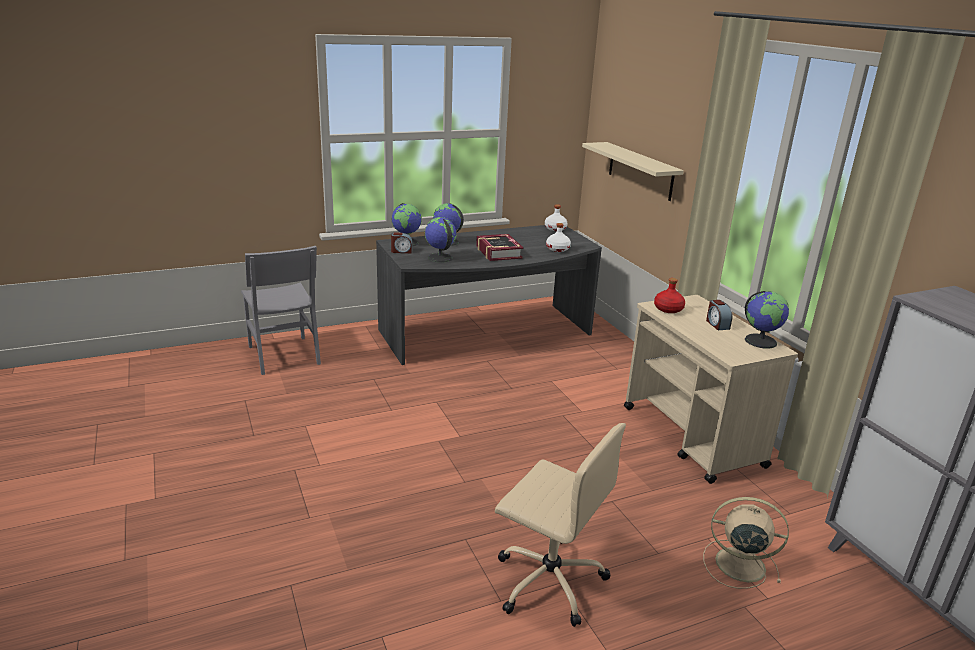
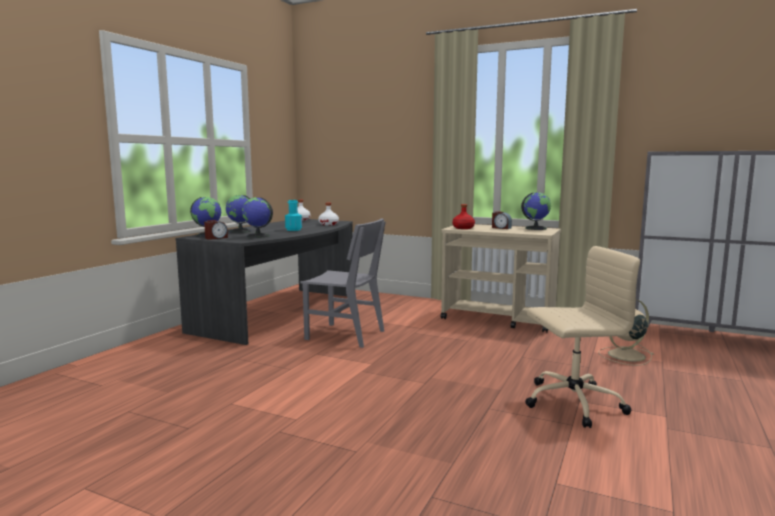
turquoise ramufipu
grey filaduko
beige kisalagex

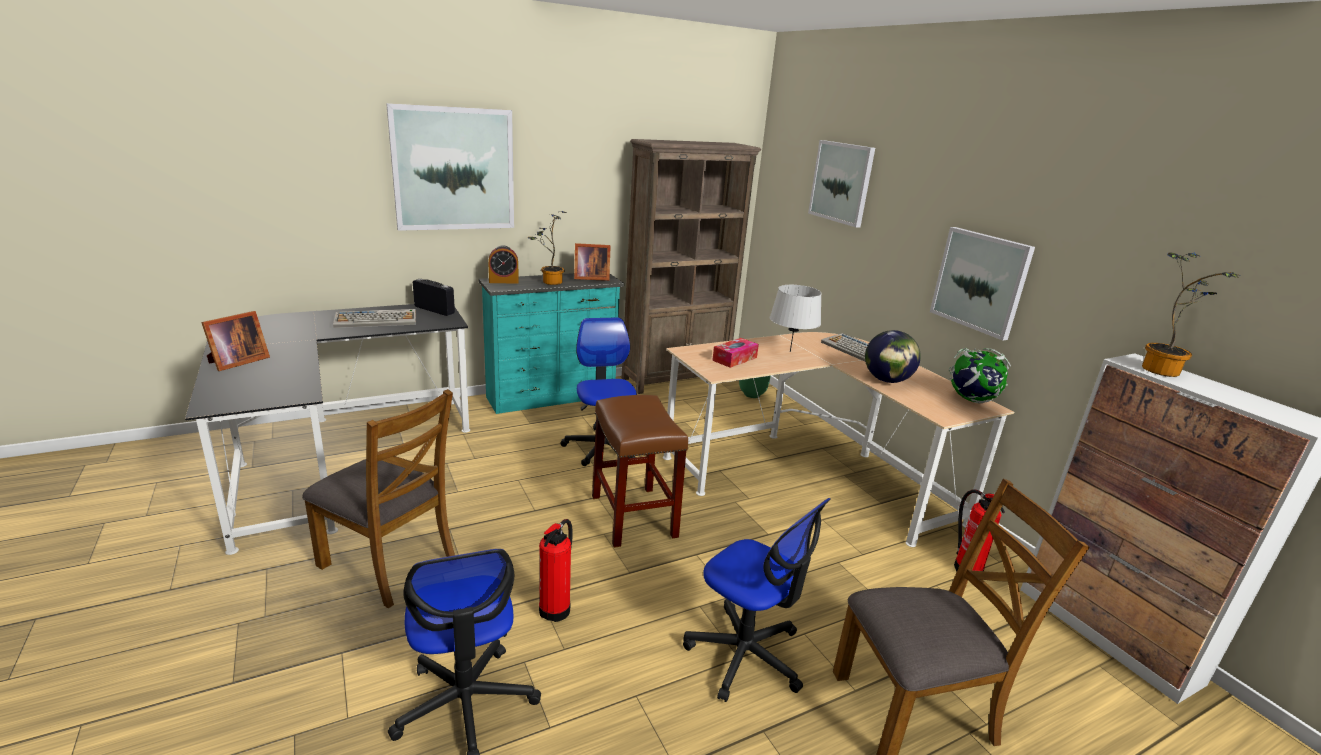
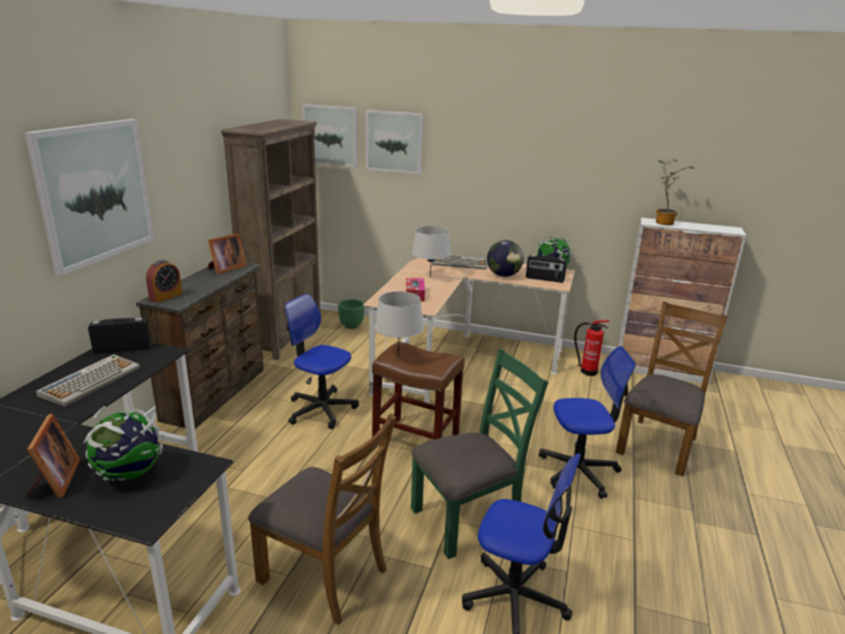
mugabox (no. 1 from left)
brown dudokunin
brown filaduko (no. 1 from left)
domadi (no. 2 from left)
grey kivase (no. 1 from left)
green filaduko
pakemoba (no. 2 from left)
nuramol (no. 1 from left in the first image)

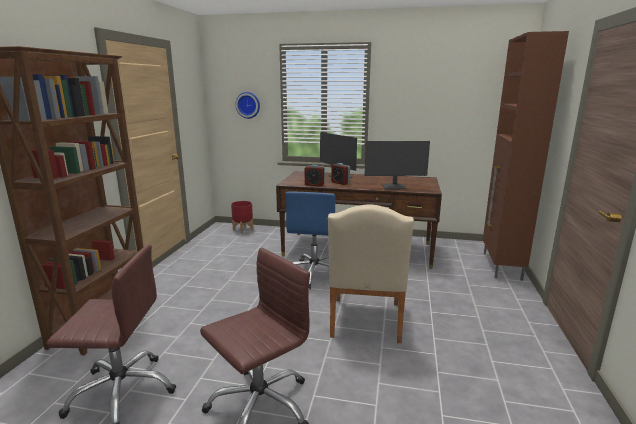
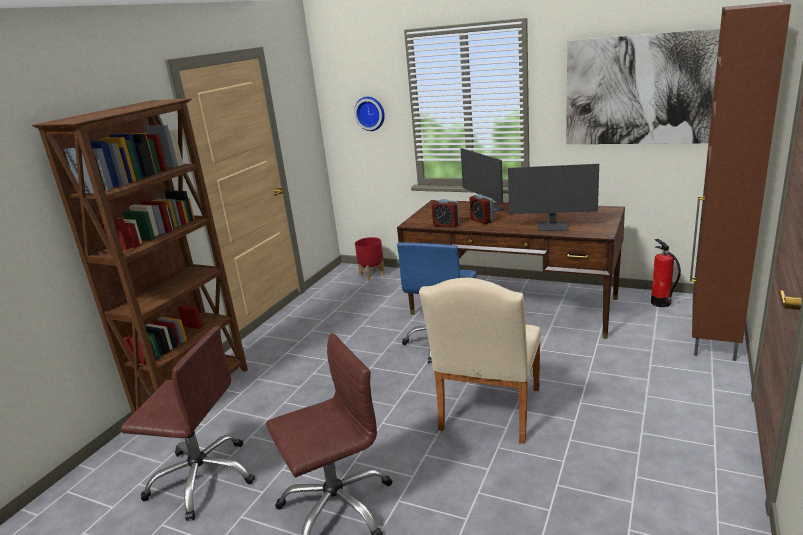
domadi
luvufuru

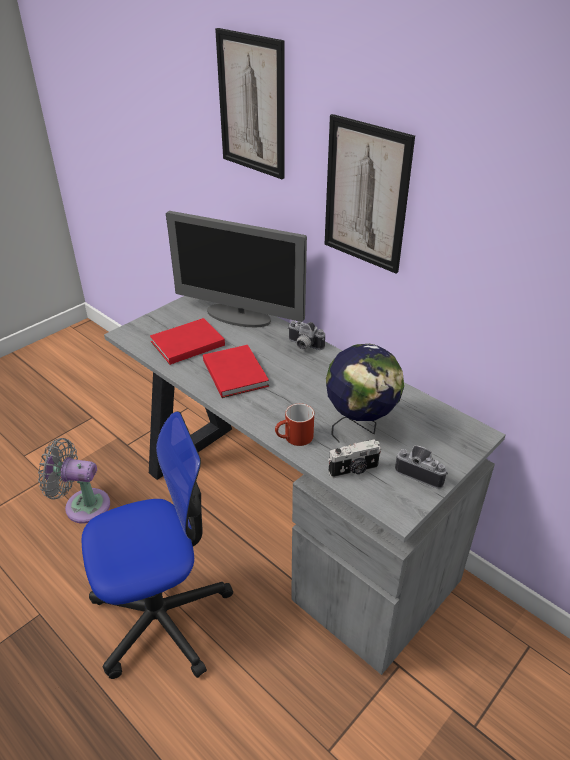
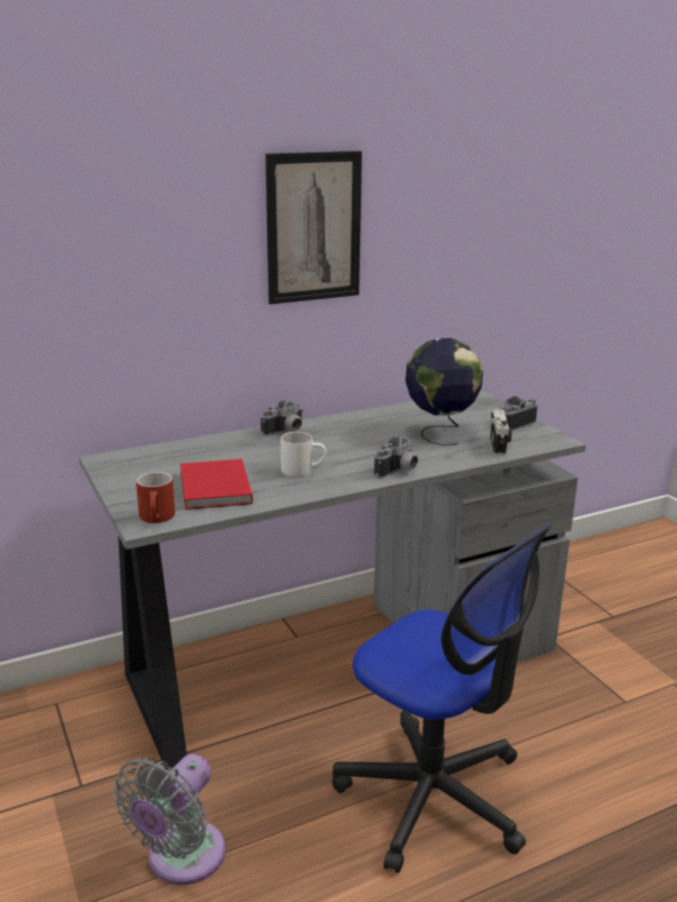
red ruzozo
white ruzozo
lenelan
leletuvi (no. 2 from left)
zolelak
domadi (no. 1 from left in the first image)

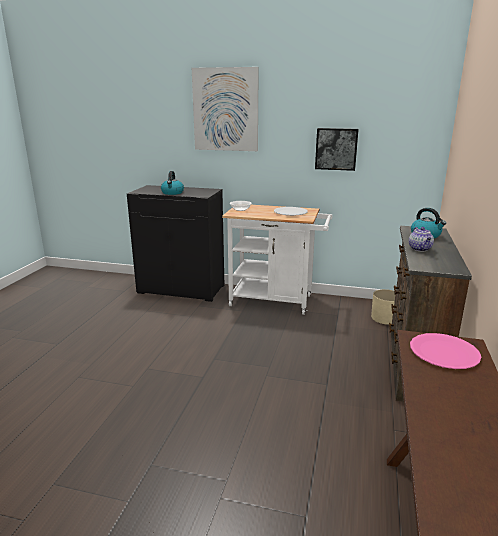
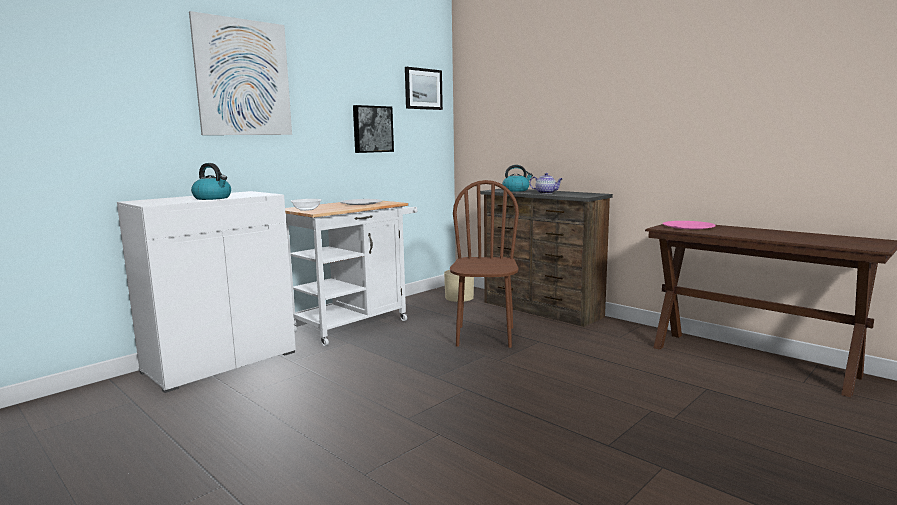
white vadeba
domadi (no. 3 from left)
brown filaduko

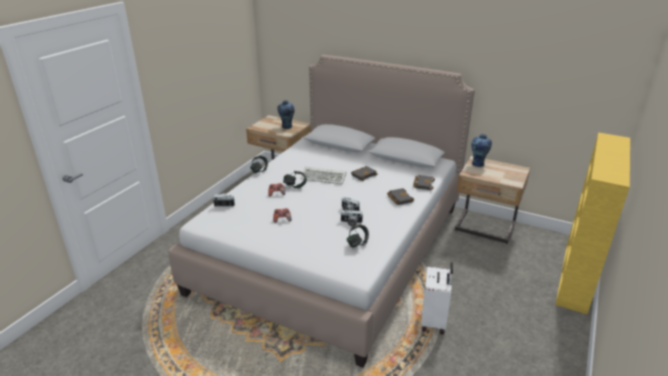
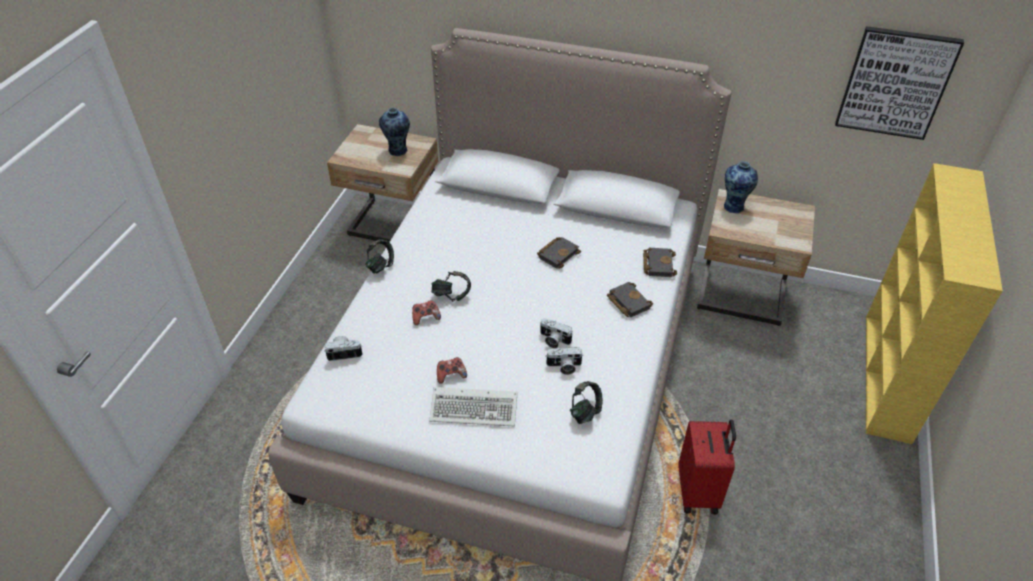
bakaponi
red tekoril
domadi

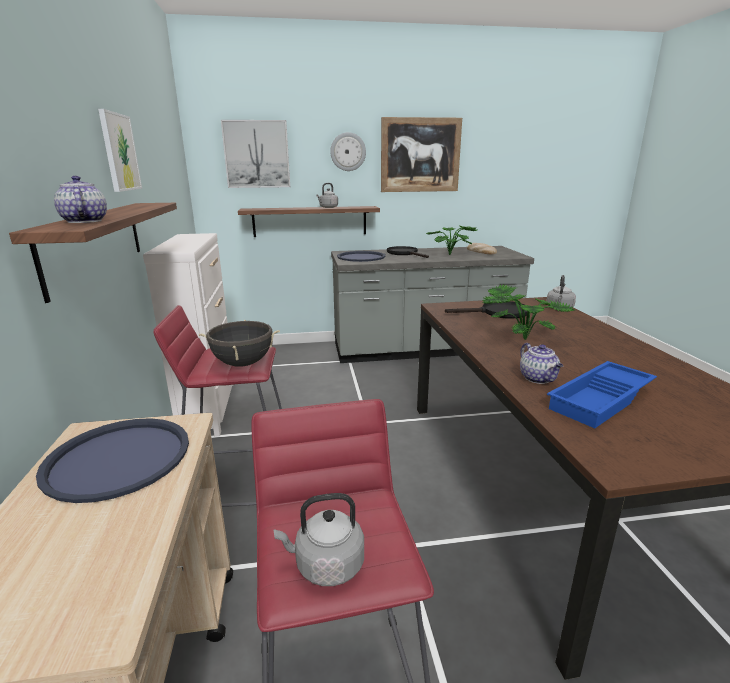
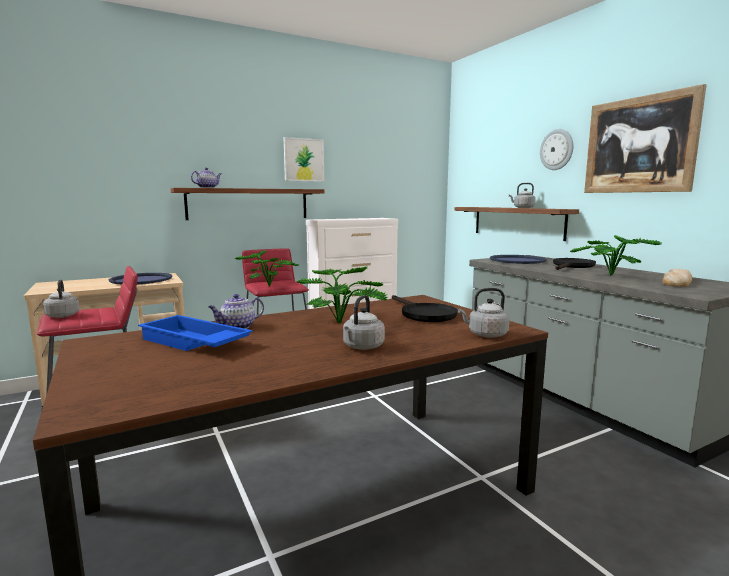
nuramol (no. 1 from left)
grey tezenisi (no. 2 from left)
domadi (no. 2 from left in the first image)

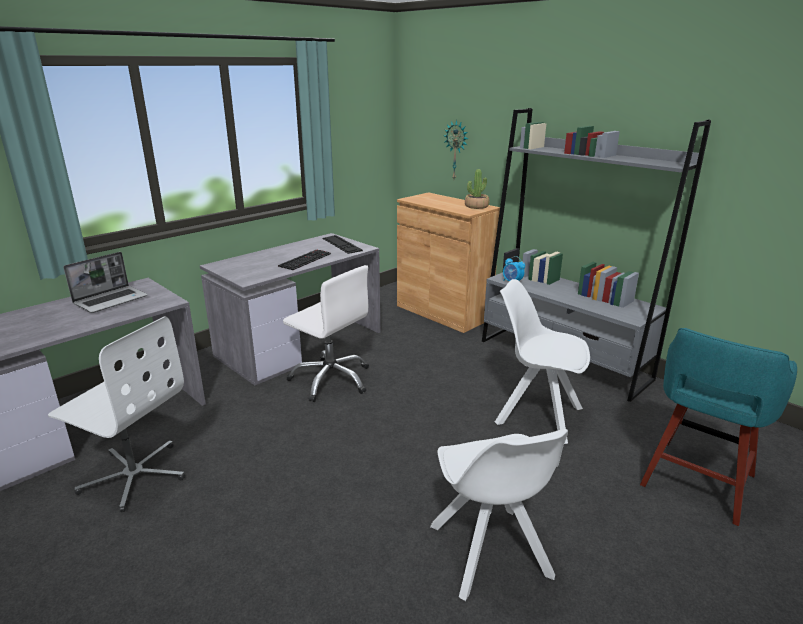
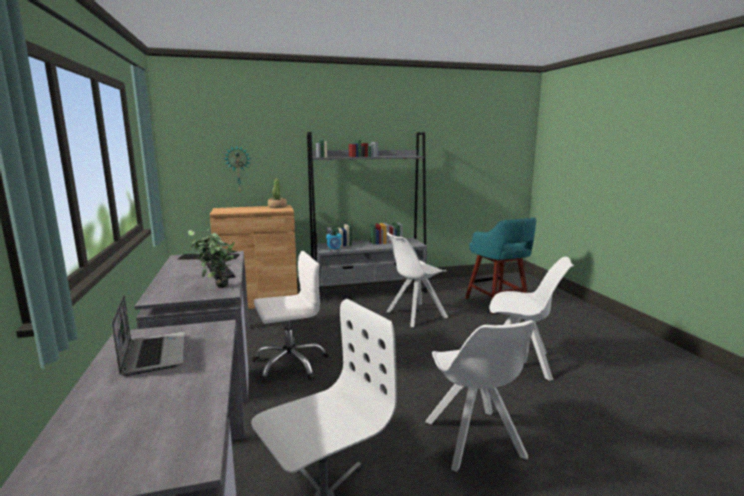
nuramol (no. 1 from left)
white filaduko (no. 2 from left)

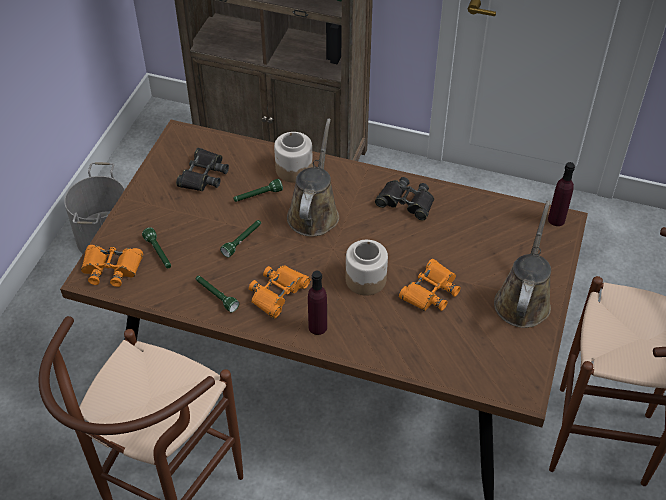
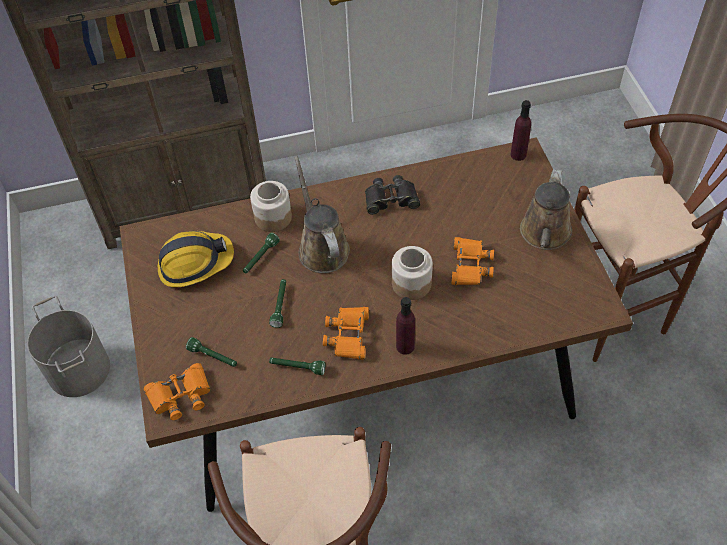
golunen
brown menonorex (no. 2 from left)

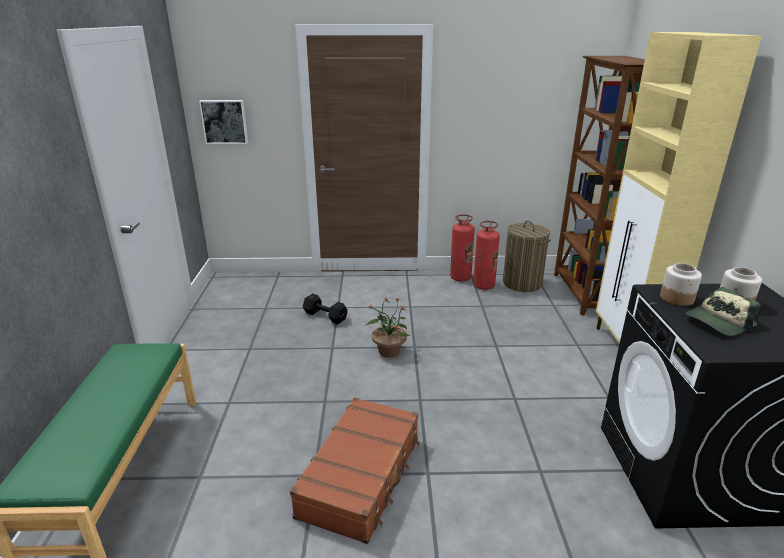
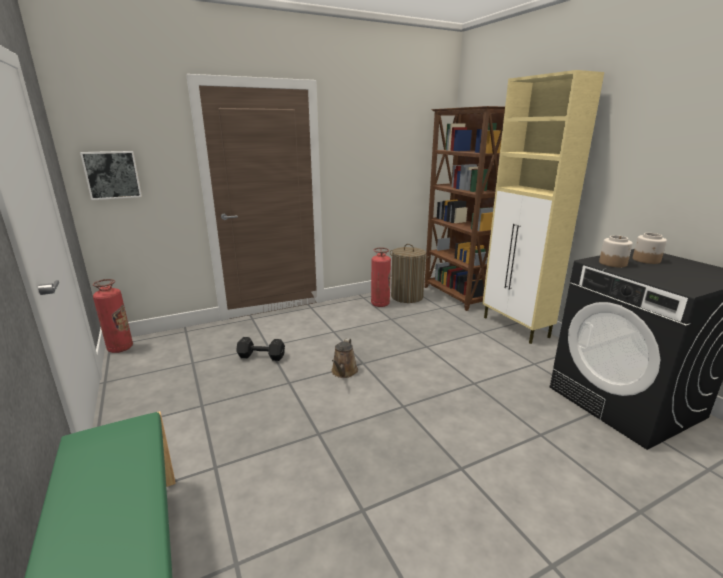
luvufuru (no. 1 from left)
brown menonorex
brown tekoril
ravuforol

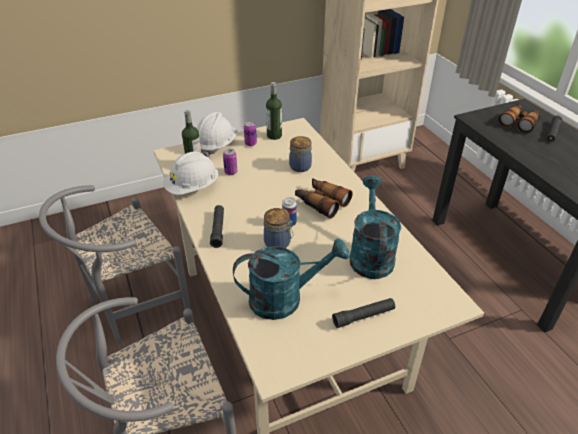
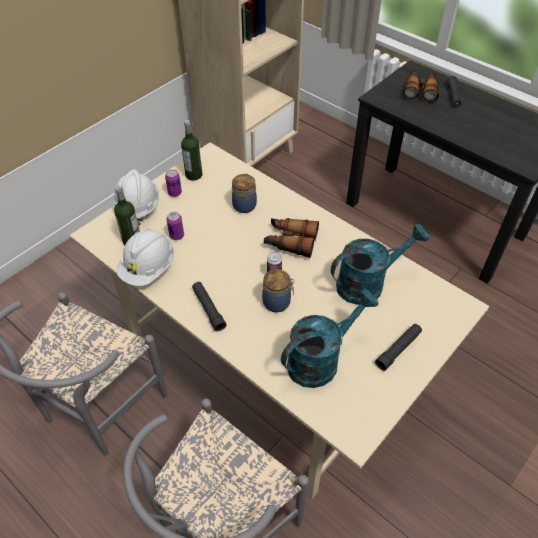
turquoise menonorex (no. 2 from left)

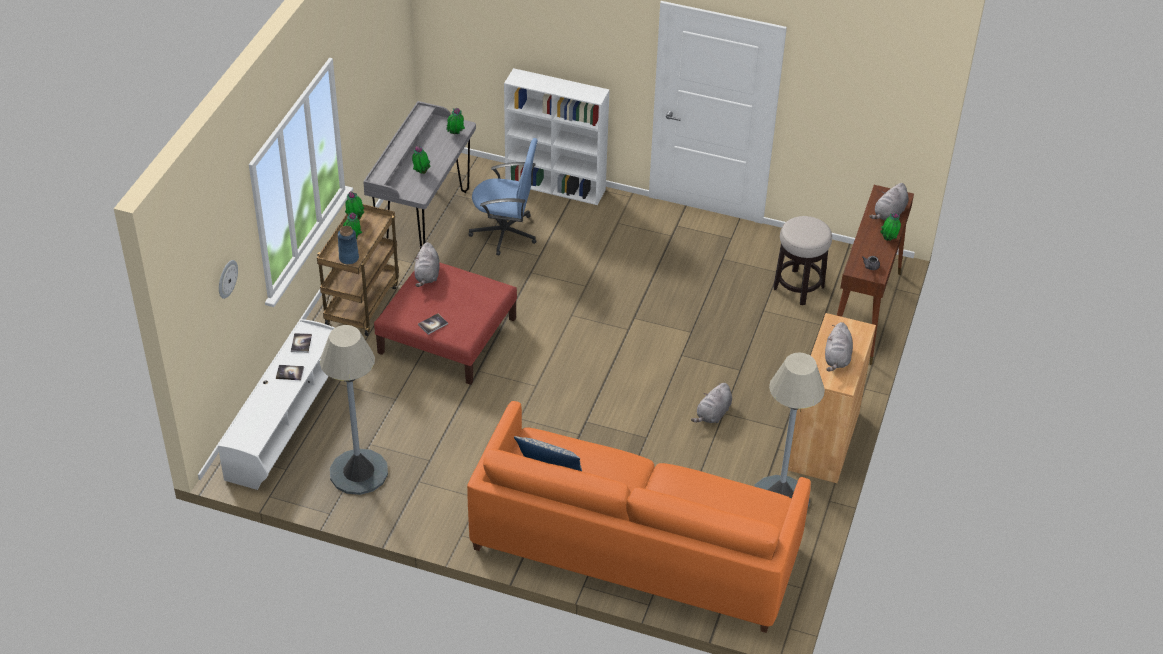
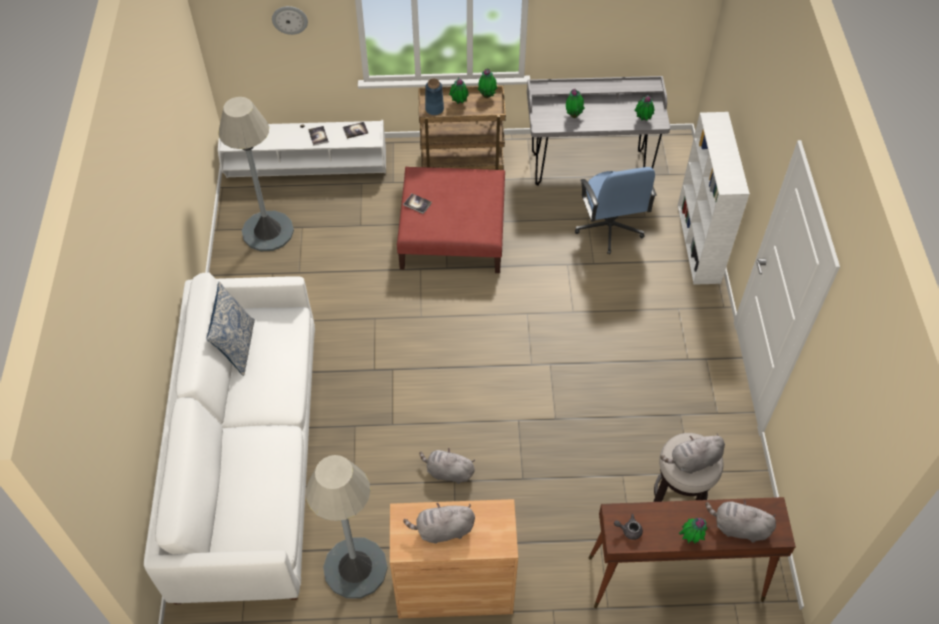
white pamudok
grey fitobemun (no. 3 from left)

